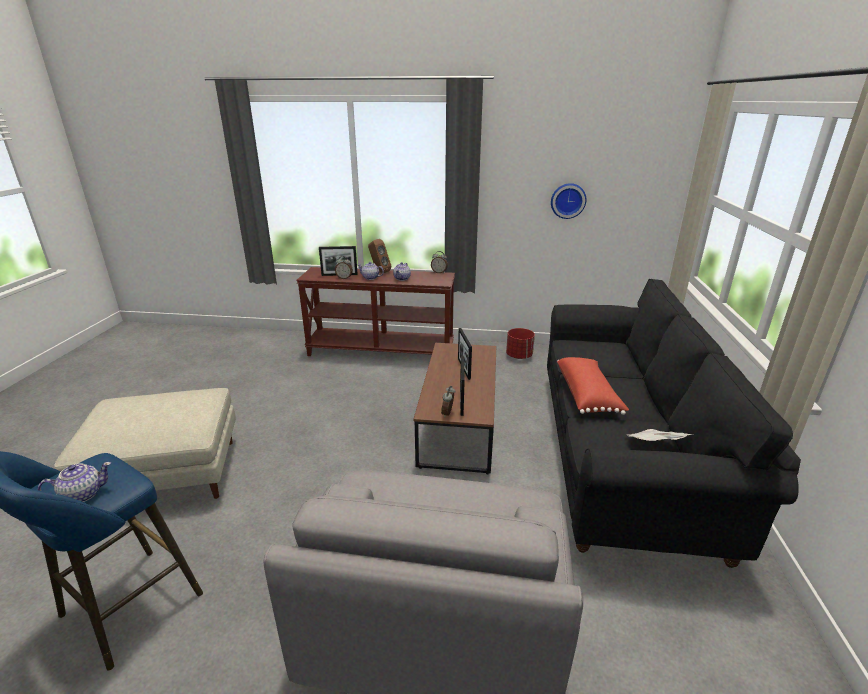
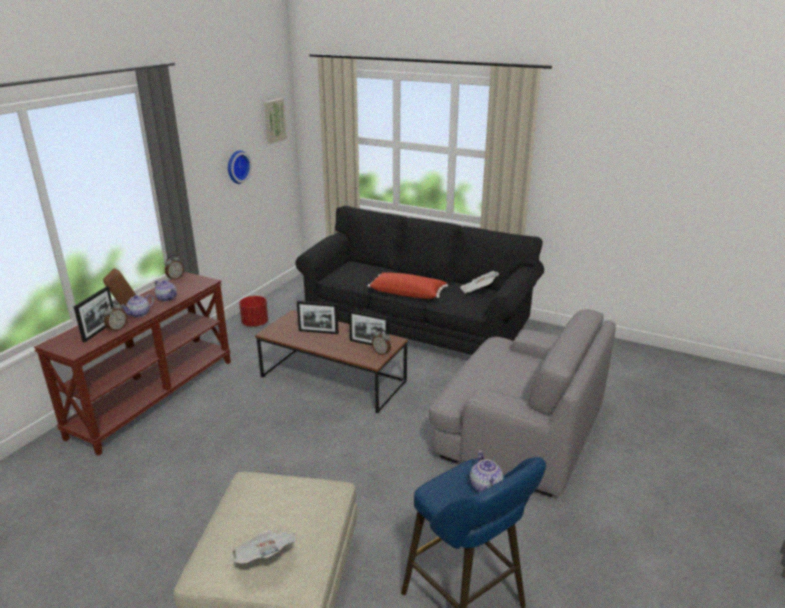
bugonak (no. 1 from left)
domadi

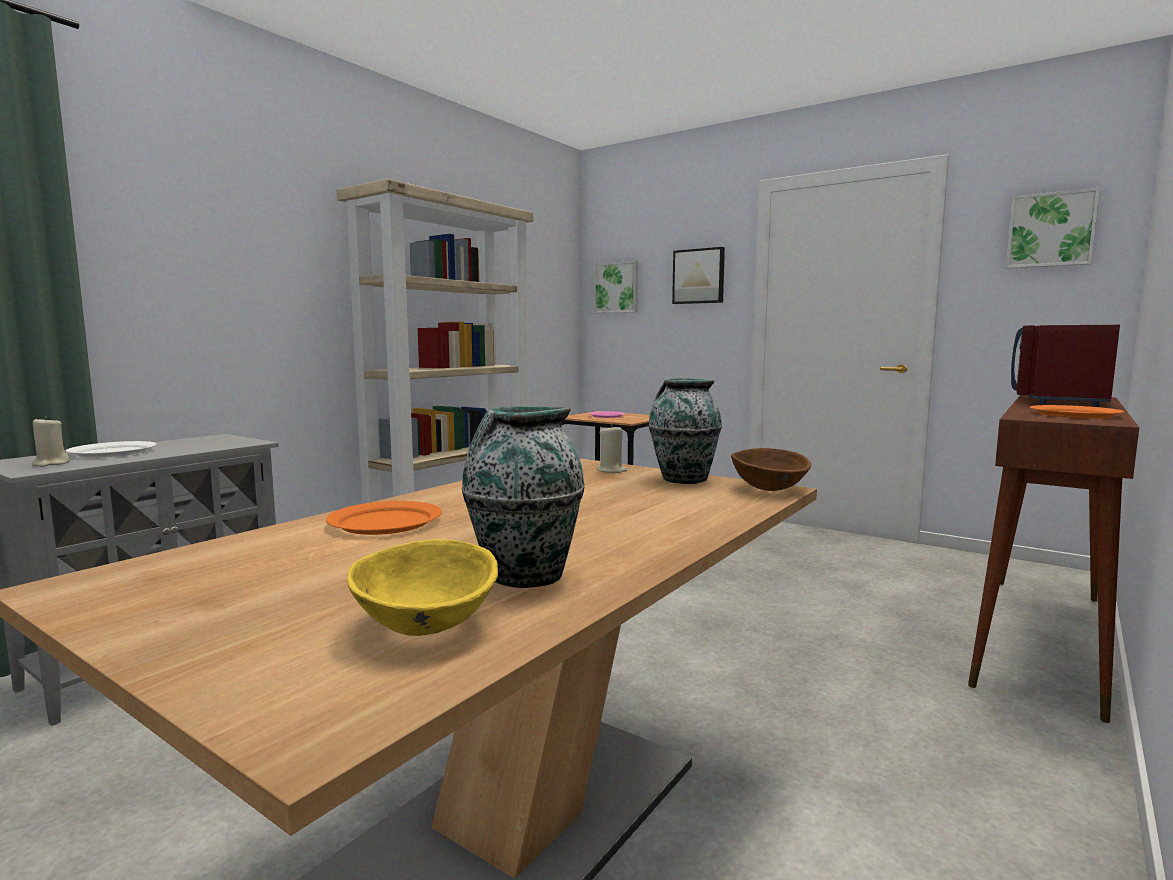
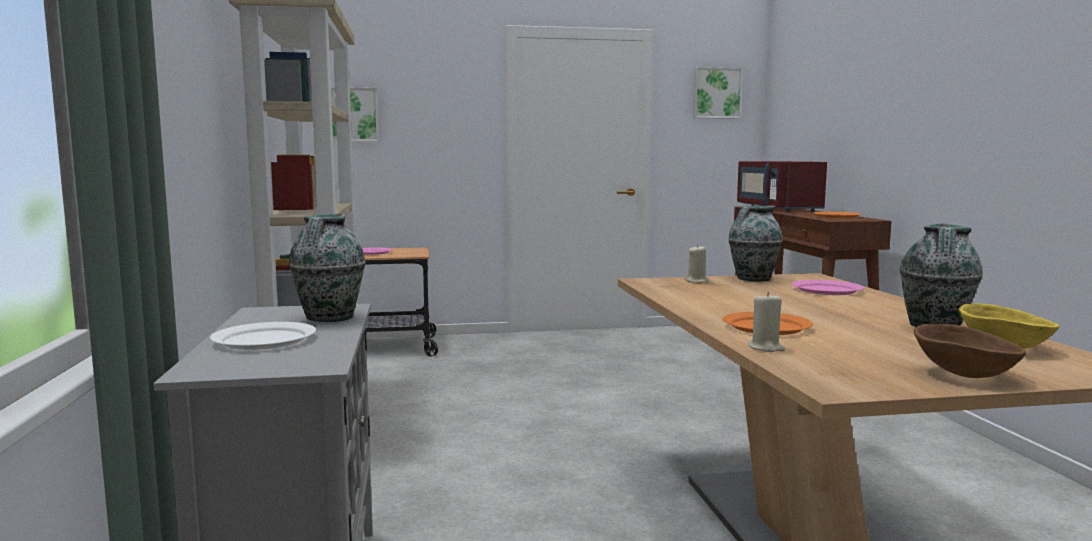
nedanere (no. 1 from left)
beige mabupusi (no. 2 from left)
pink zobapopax (no. 2 from left)
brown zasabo
domadi (no. 2 from left in the first image)

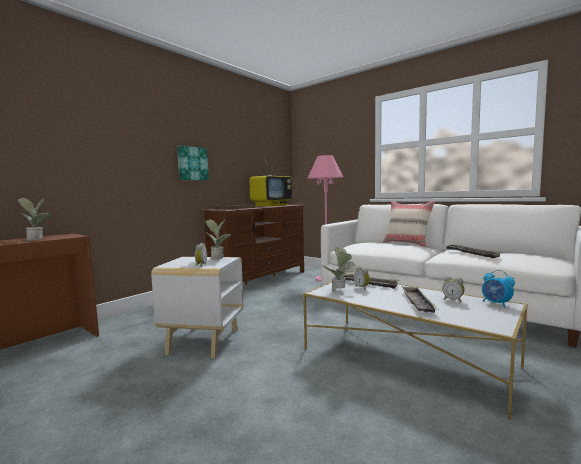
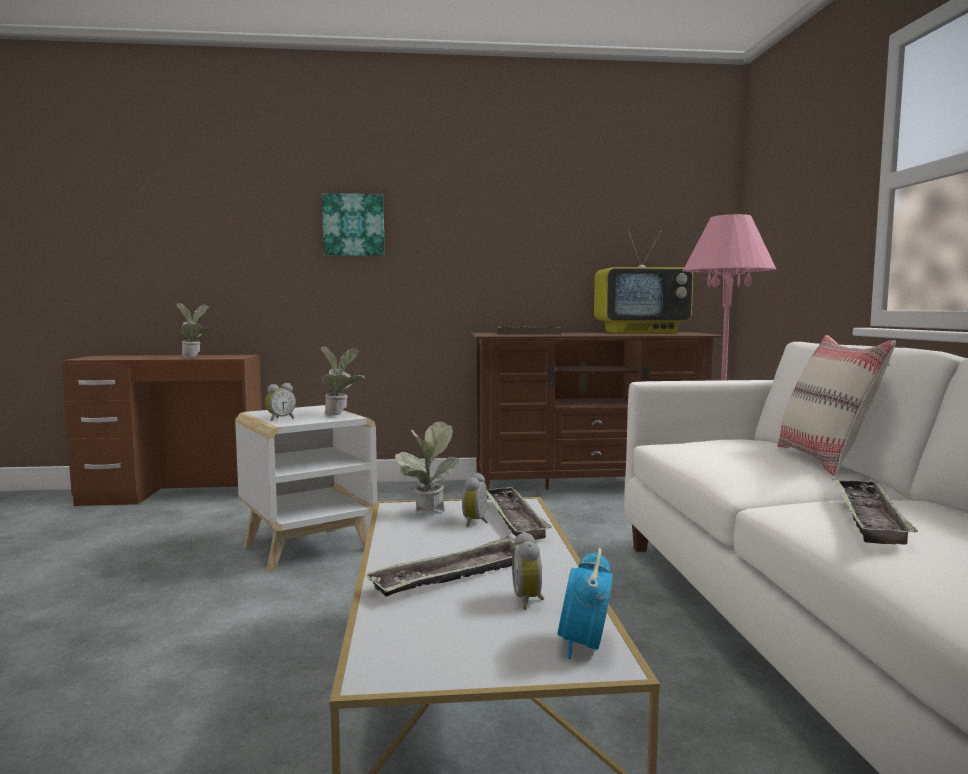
domadi

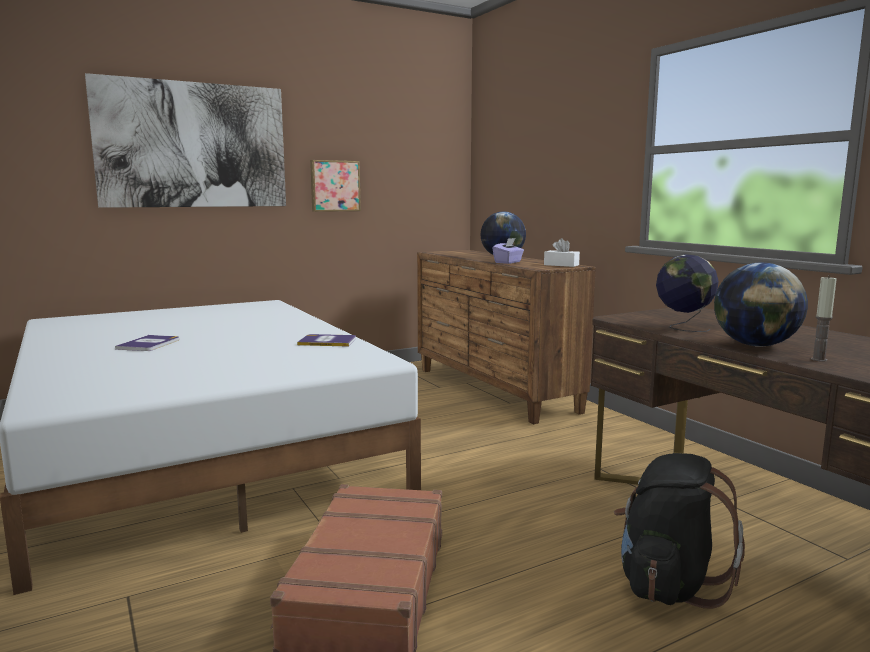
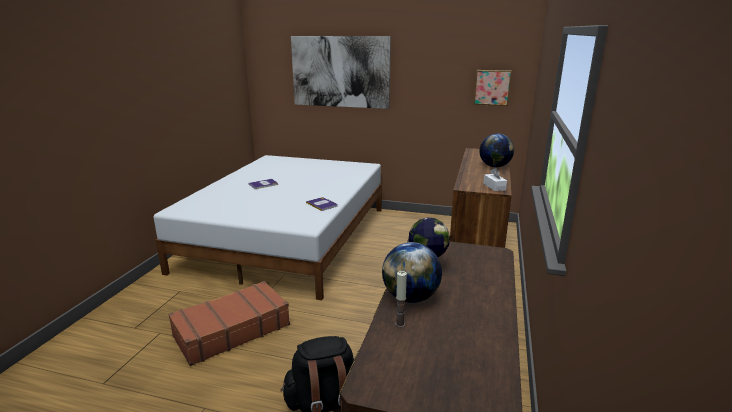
domadi (no. 2 from left)
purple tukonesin

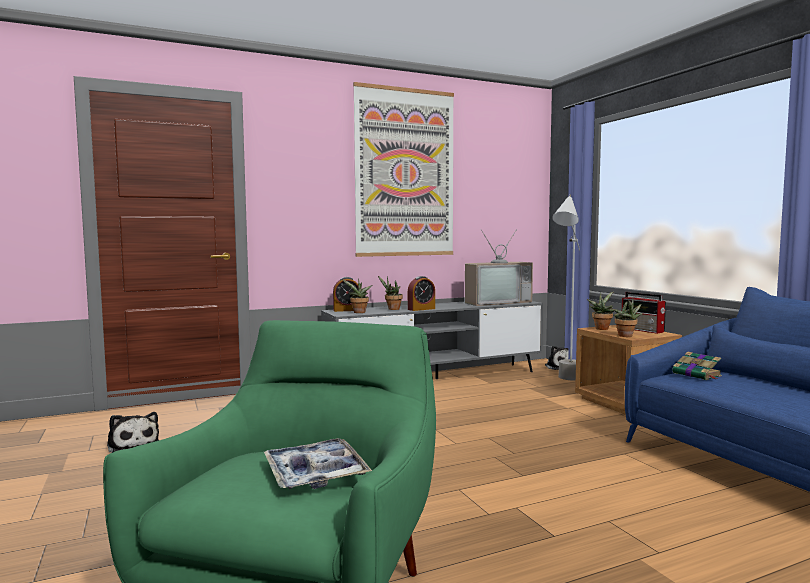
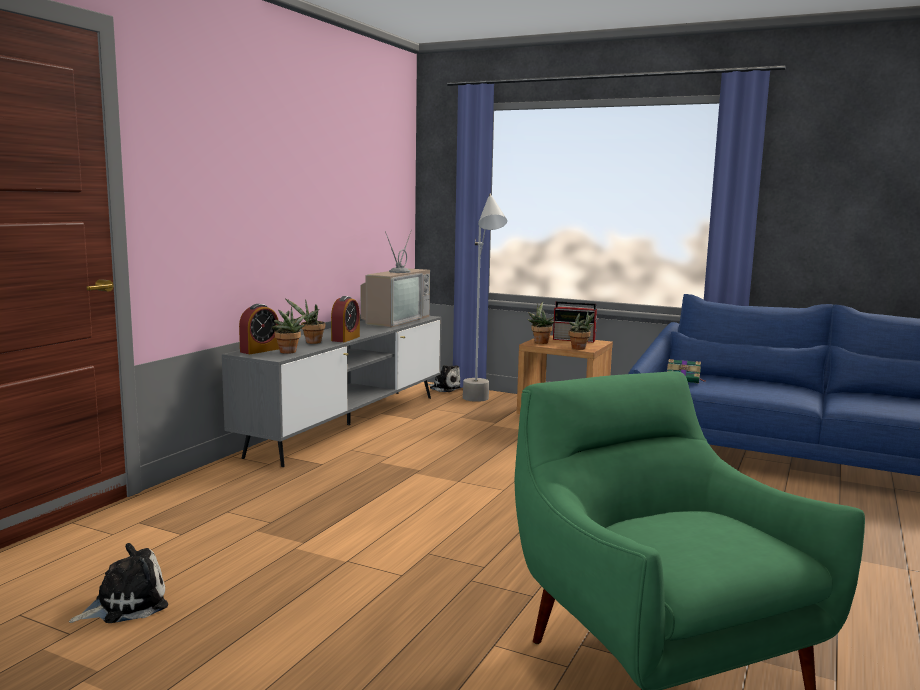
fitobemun (no. 1 from left)
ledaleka
domadi

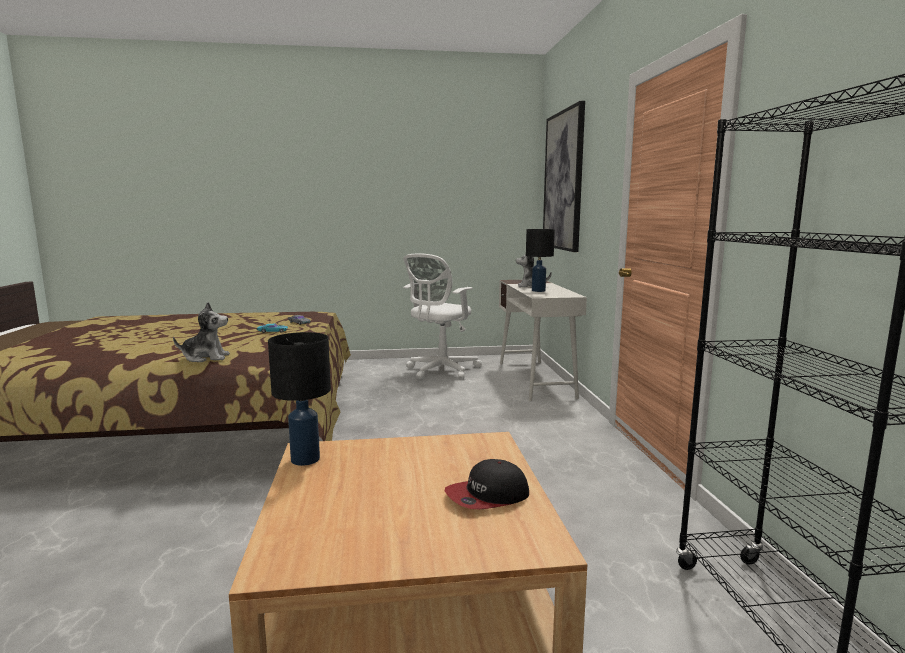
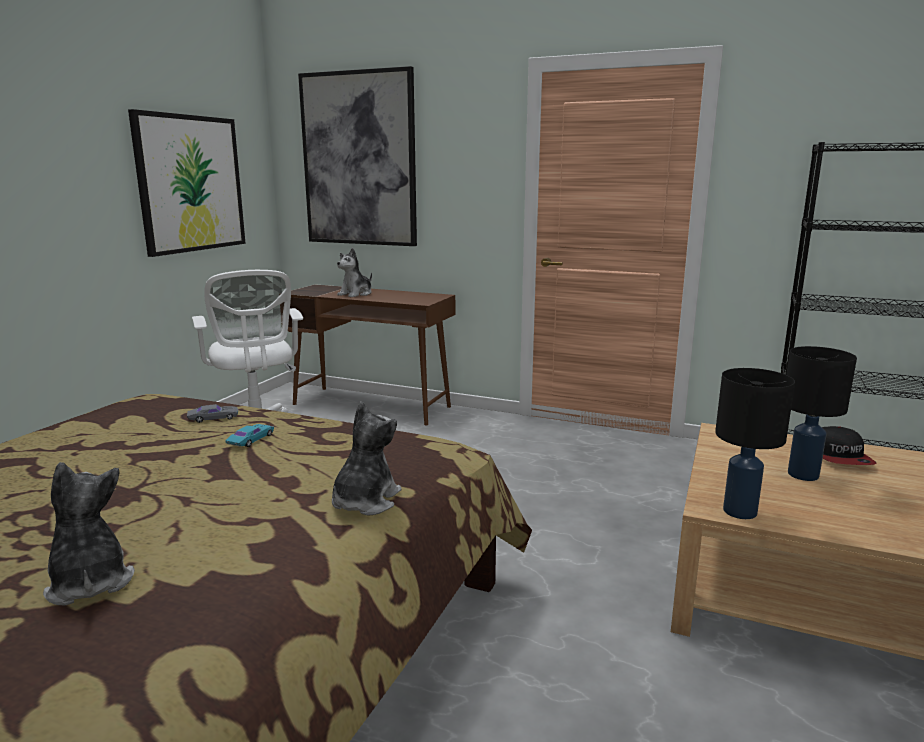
fitobemun (no. 1 from left)
domadi (no. 1 from left)
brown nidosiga
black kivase (no. 2 from left)

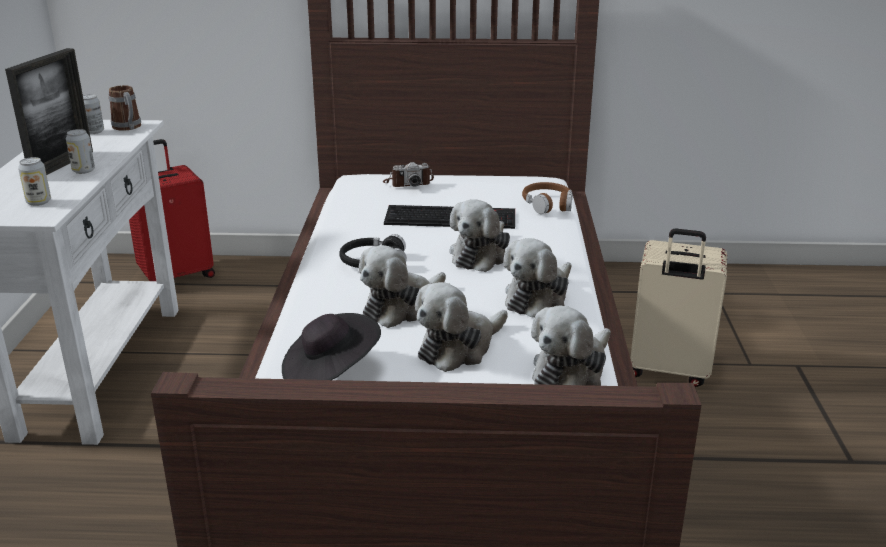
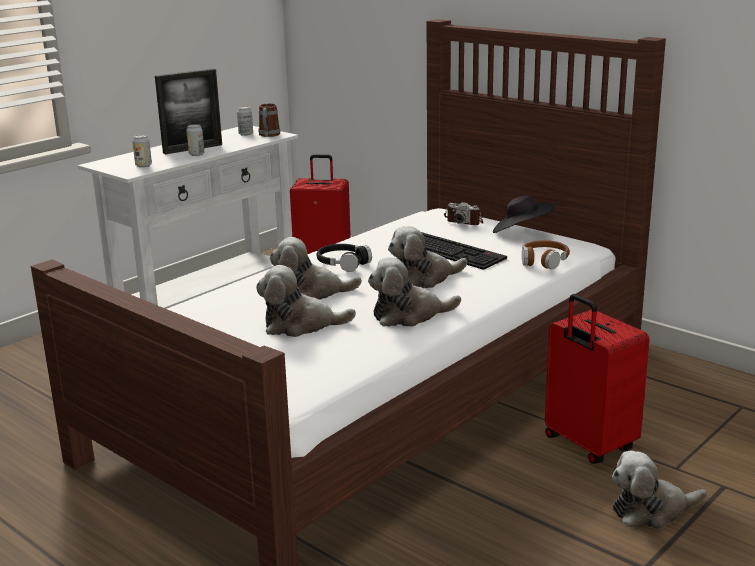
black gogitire
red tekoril (no. 2 from left)
fitobemun (no. 5 from left)

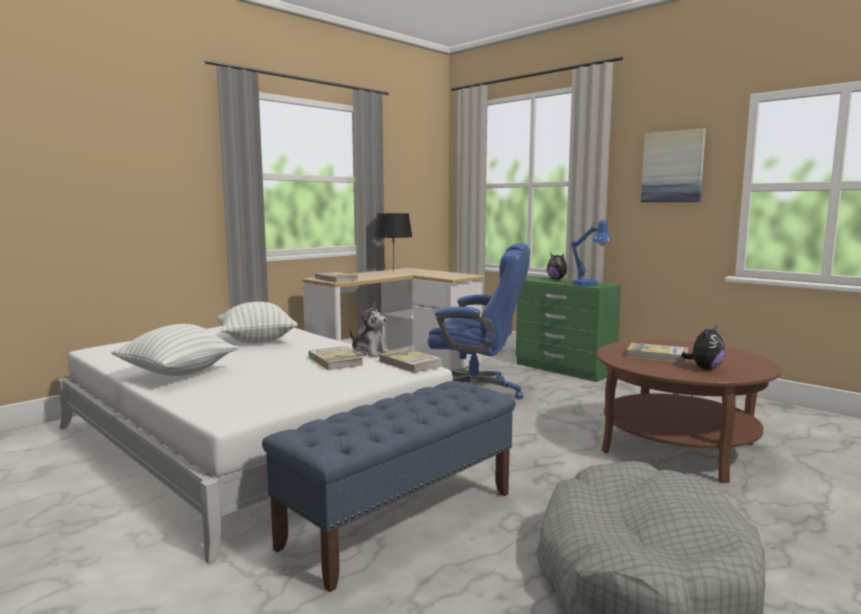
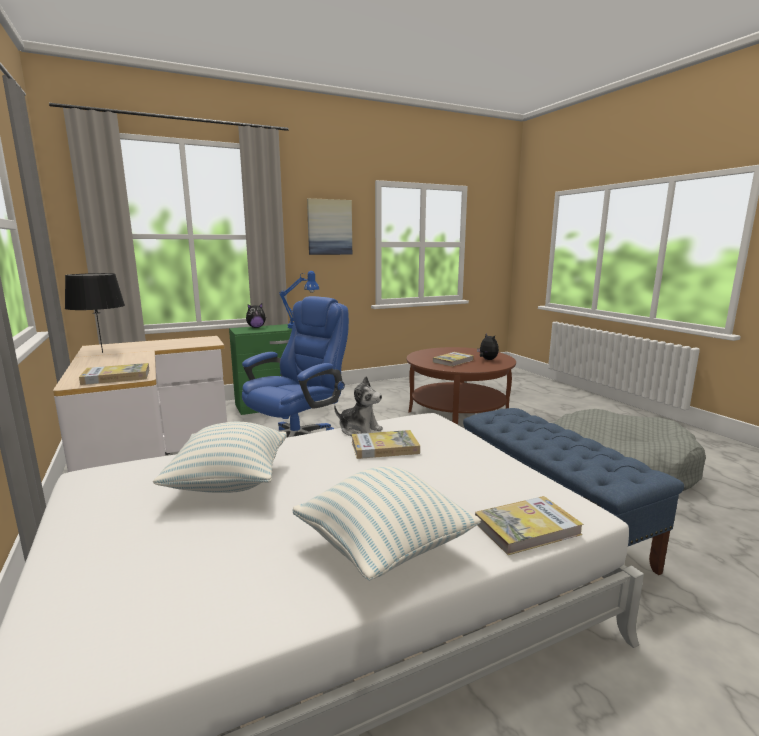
fitobemun (no. 2 from left)
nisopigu (no. 4 from left)

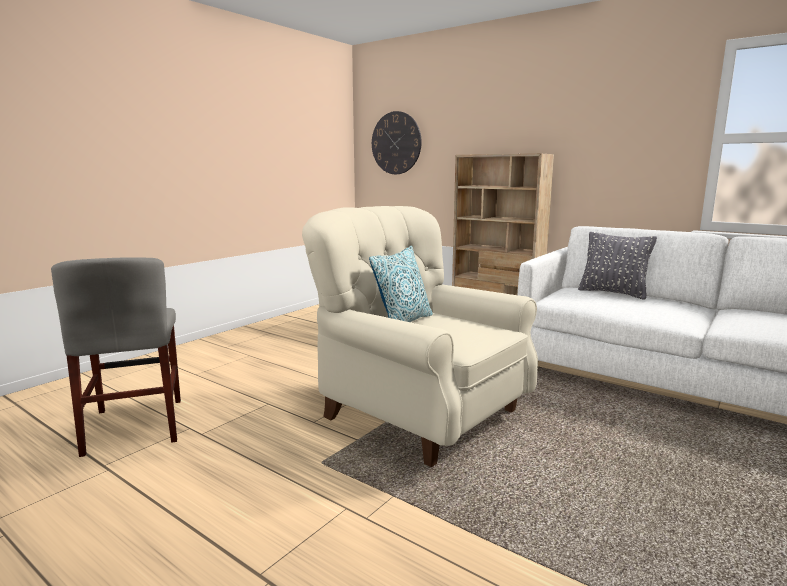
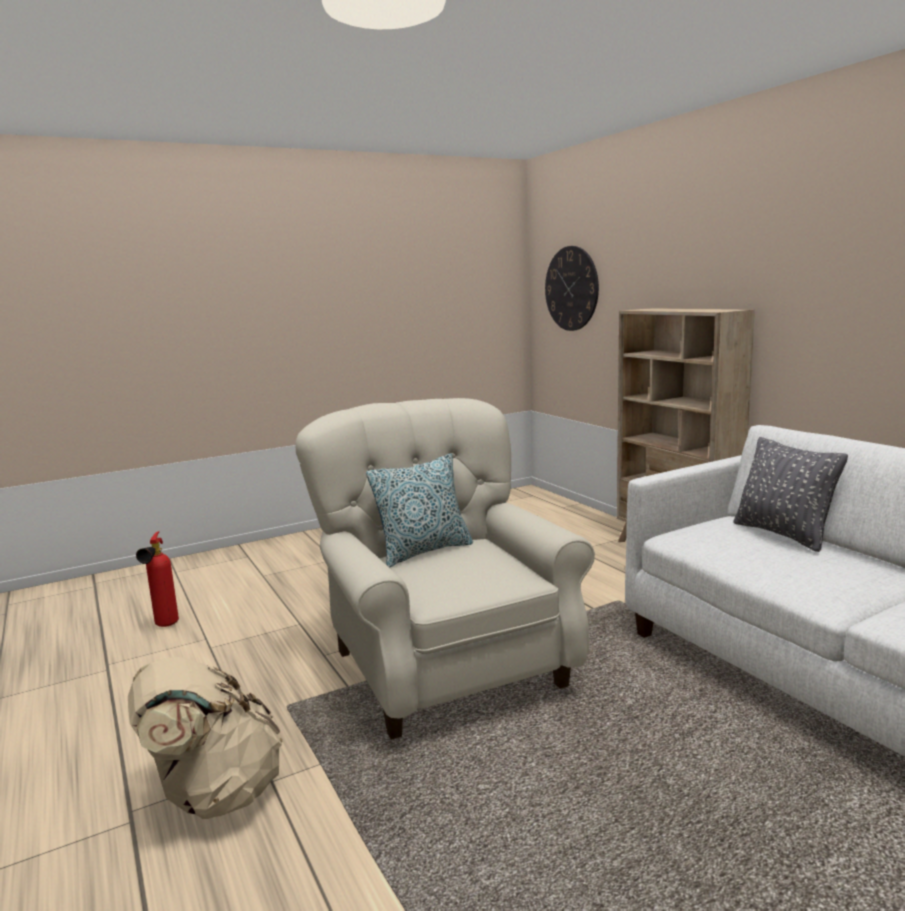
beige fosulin
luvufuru

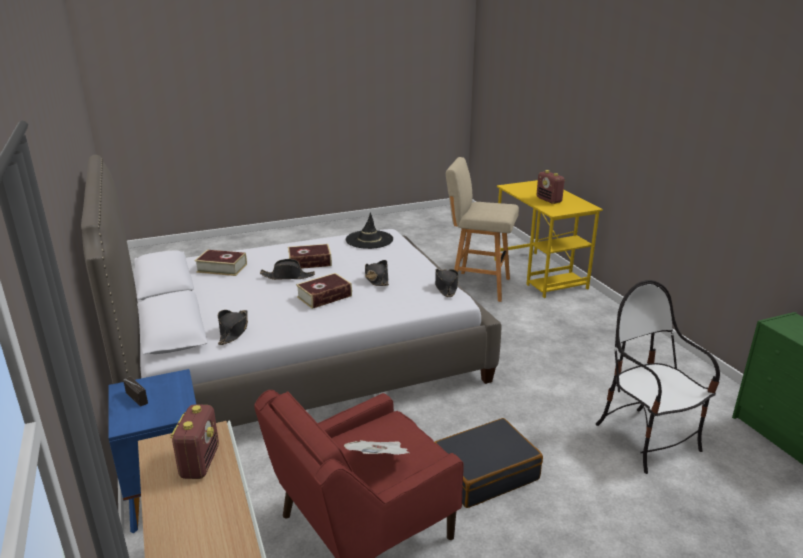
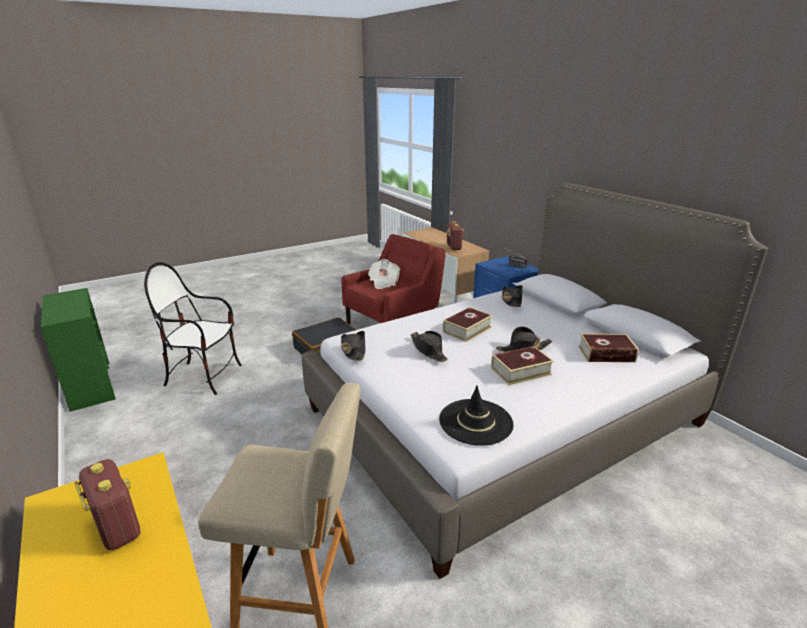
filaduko

